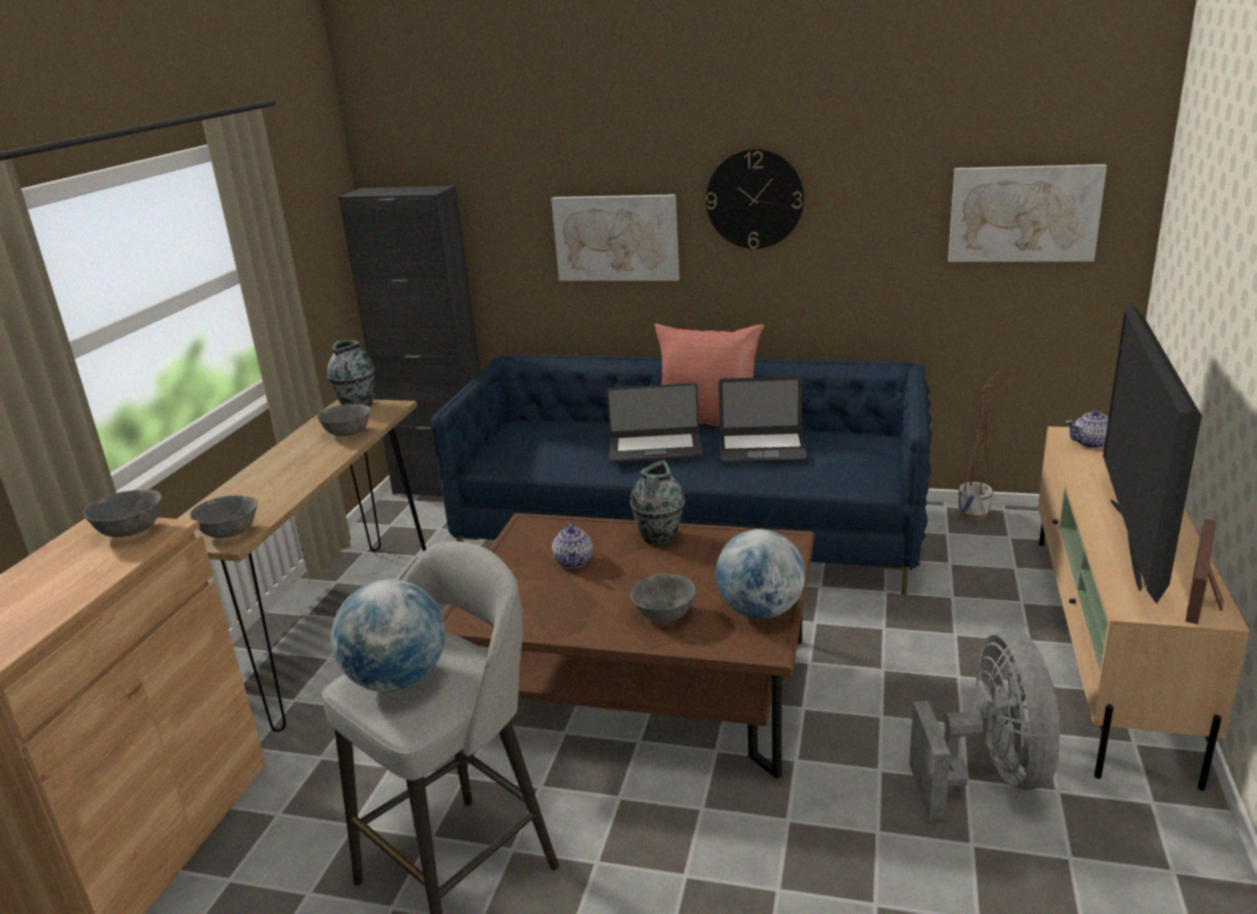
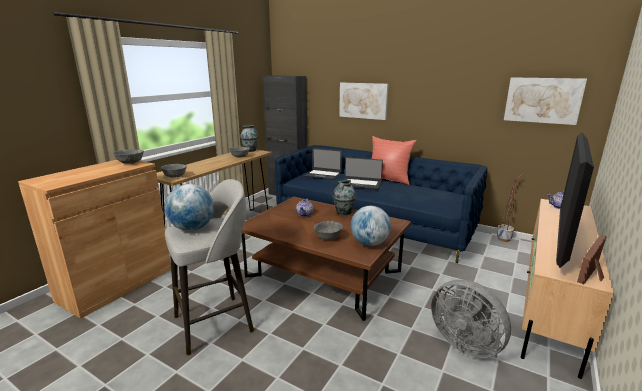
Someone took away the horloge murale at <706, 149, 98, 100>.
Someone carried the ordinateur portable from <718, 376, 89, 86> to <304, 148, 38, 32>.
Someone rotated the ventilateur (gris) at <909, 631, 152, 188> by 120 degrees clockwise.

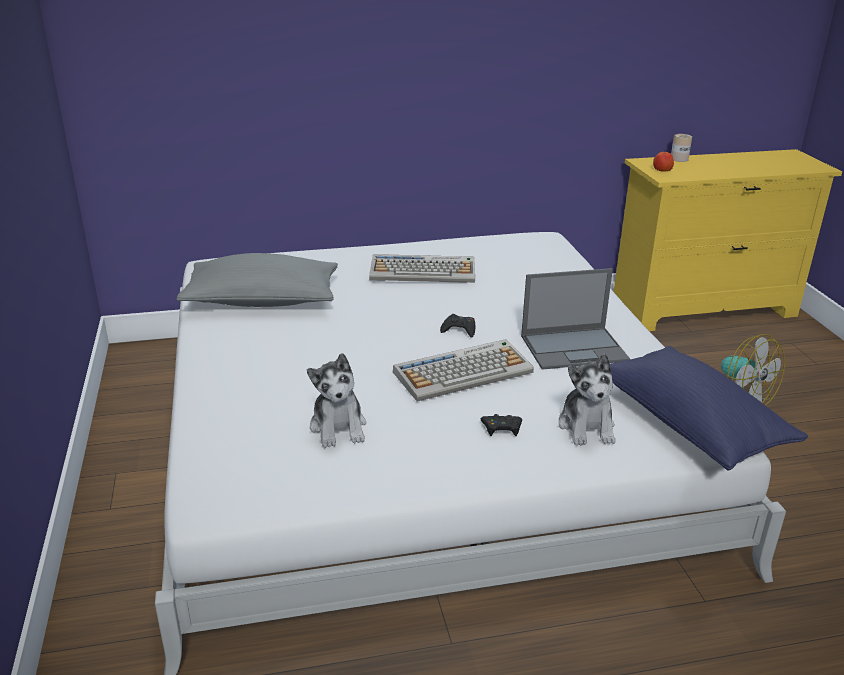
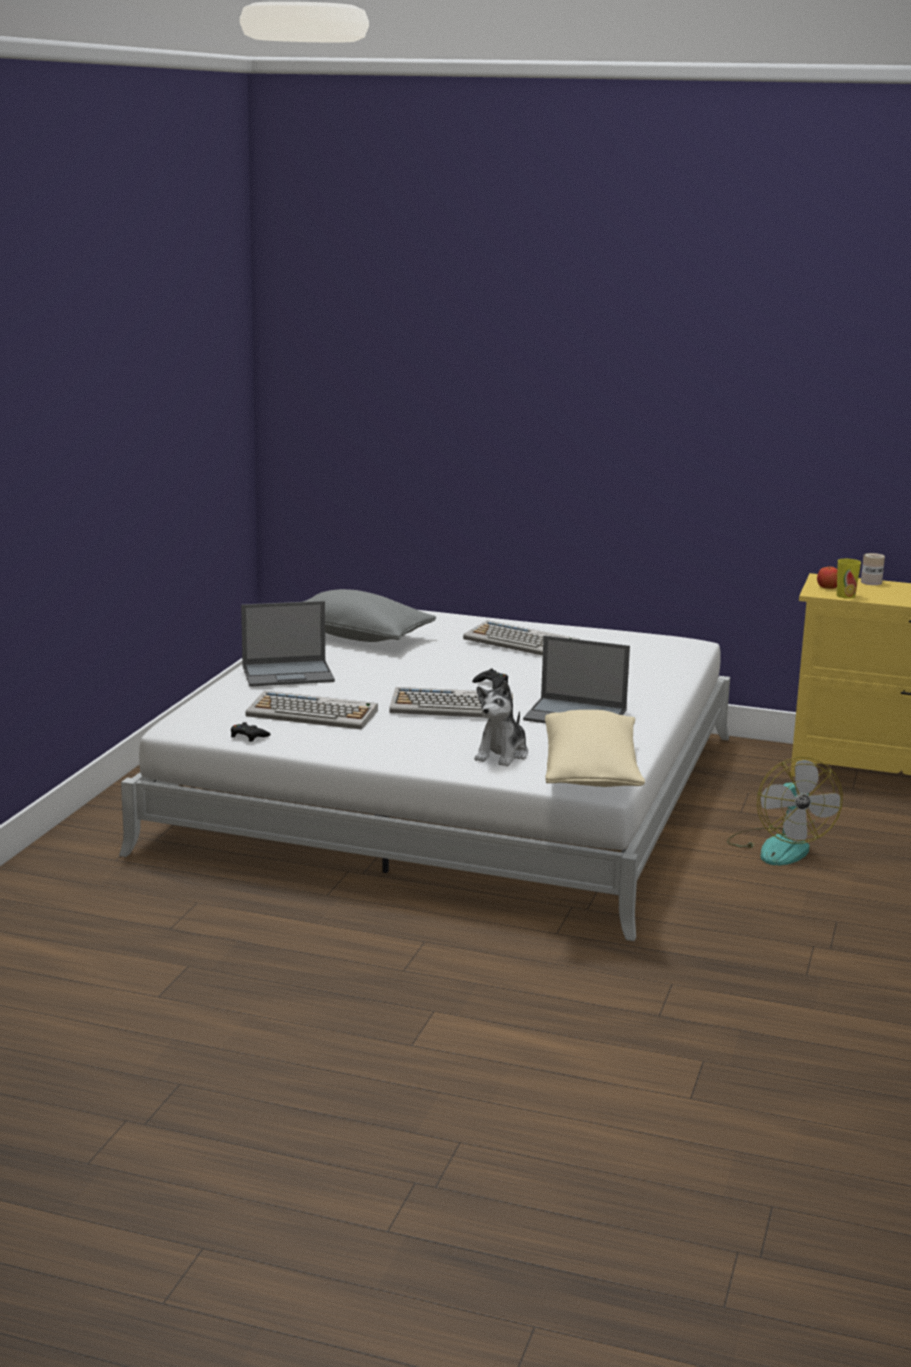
Someone put down the ordinateur portable at <241, 601, 94, 86>.
Someone put down the tasse at <837, 559, 24, 40>.
Someone carried the manette (noir) from <481, 414, 41, 22> to <231, 722, 40, 20>.
Someone swapped the peluche at <307, 353, 59, 95> for the clavier at <245, 691, 133, 39>.
Someone repainted the coussin (bleu) at <610, 346, 198, 125>, which became the coussin (beige) at <545, 710, 100, 77>.

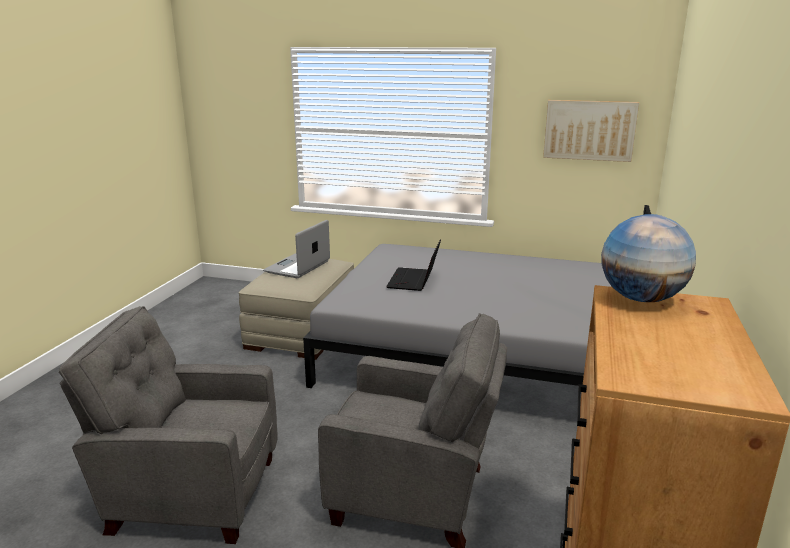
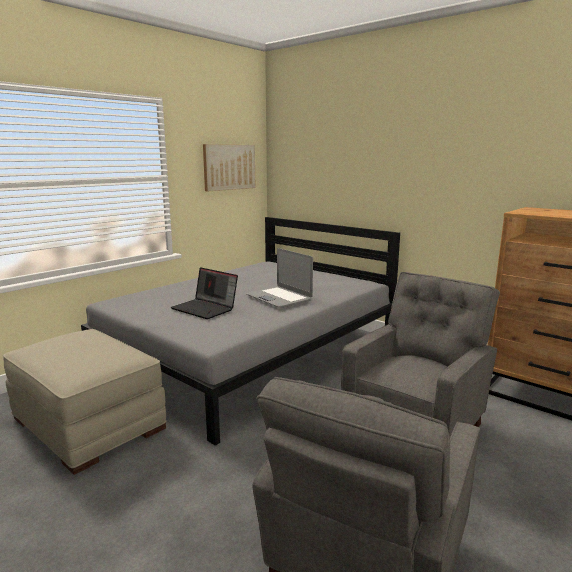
Someone took away the globe at <601, 214, 95, 88>.
Someone carried the ordinateur portable from <263, 220, 67, 58> to <246, 248, 67, 60>.

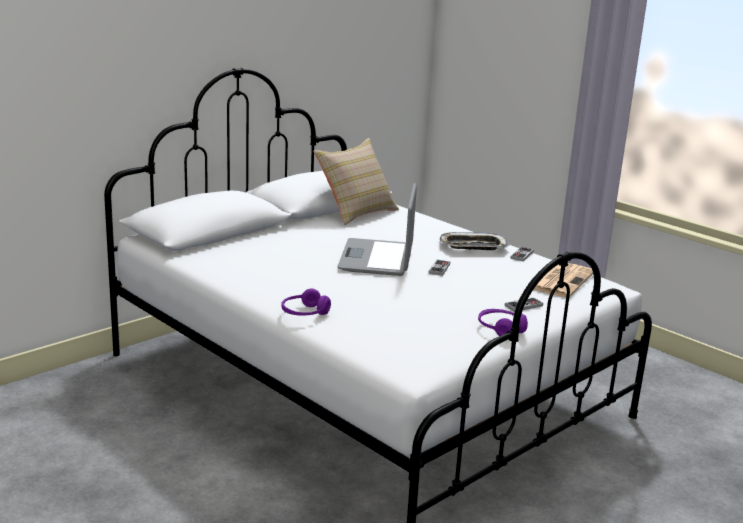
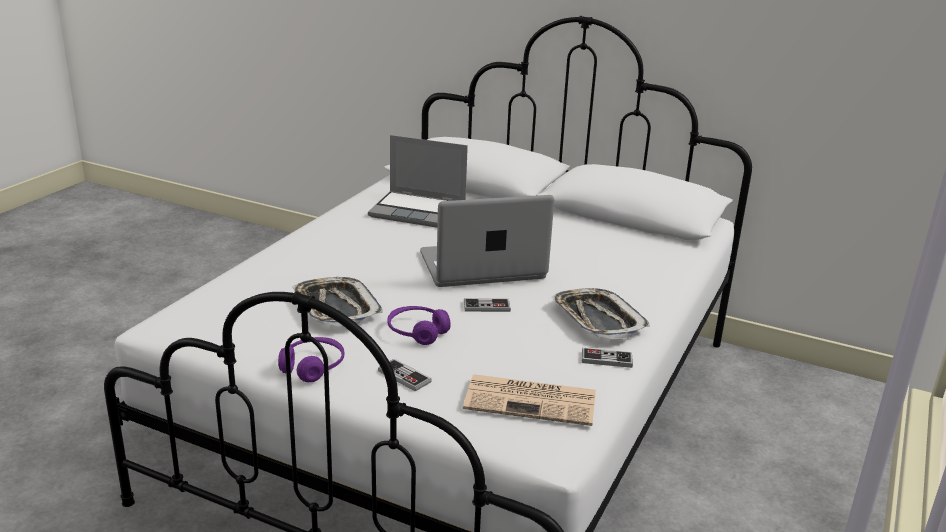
Someone took away the coussin (beige) at <313, 138, 86, 87>.
Someone put down the plateau at <292, 277, 91, 50>.
Someone put down the ordinateur portable at <368, 135, 100, 93>.
Someone carried the casque audio (violet) from <282, 288, 49, 28> to <388, 306, 63, 39>.

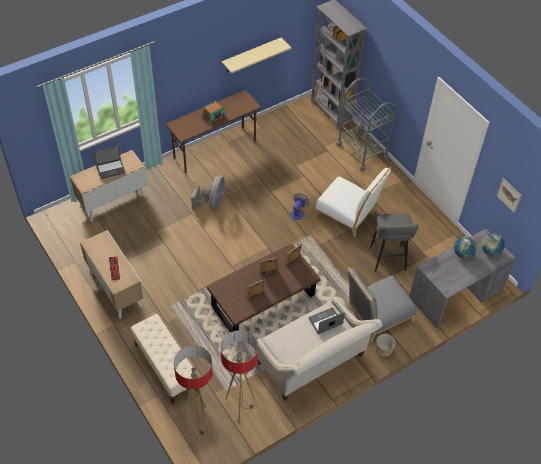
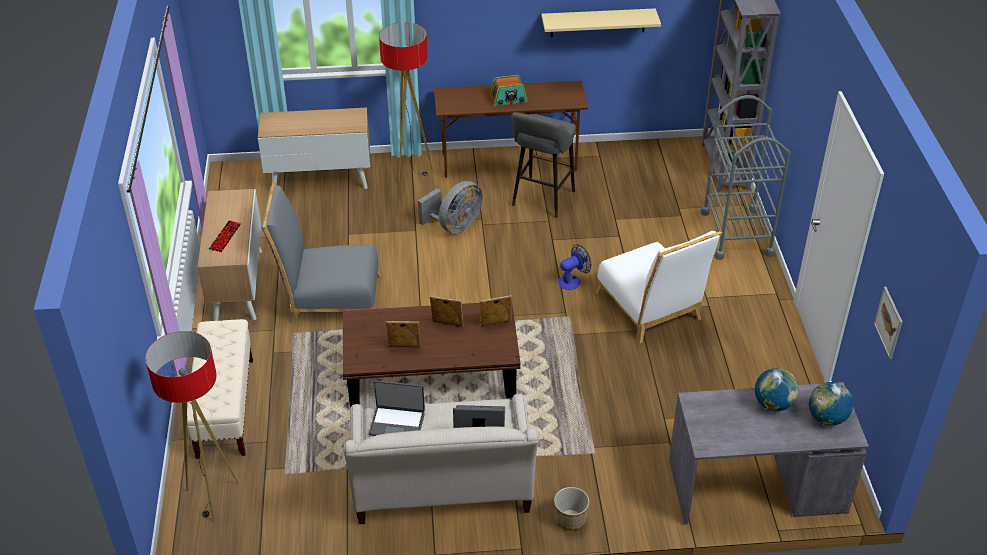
Someone carried the ordinateur portable from <94, 146, 31, 33> to <369, 380, 56, 56>.
Someone carried the lampadaire from <221, 330, 37, 93> to <379, 22, 54, 160>.
Someone carried the chaise (gris) from <347, 267, 69, 75> to <262, 182, 119, 142>.
Someone carried the tabouret (gris) from <370, 213, 48, 59> to <512, 112, 64, 106>.

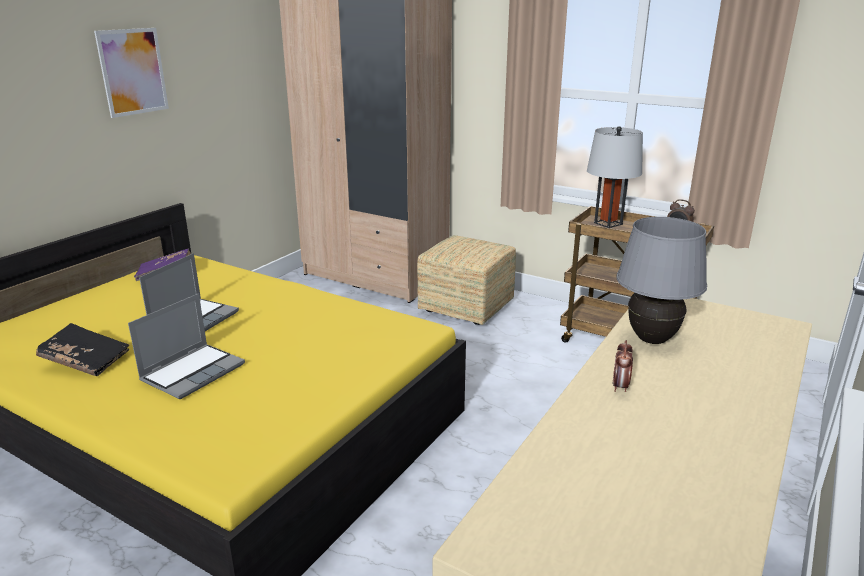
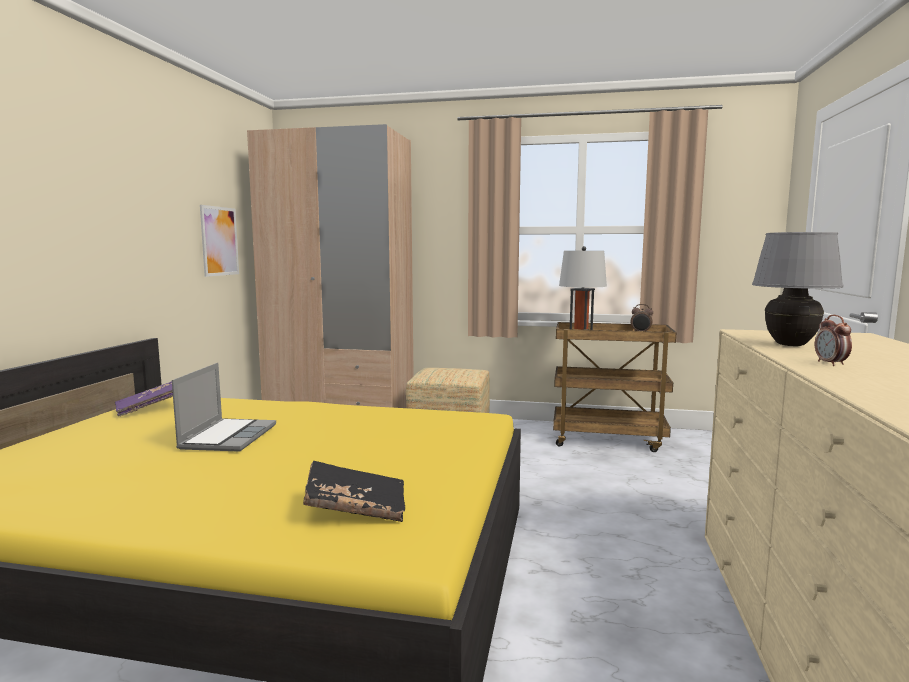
Someone took away the ordinateur portable at <128, 293, 117, 106>.
Someone carried the livre (noir) from <36, 323, 93, 54> to <303, 461, 102, 61>.
Someone carried the tableau from <94, 28, 75, 90> to <200, 205, 39, 72>.

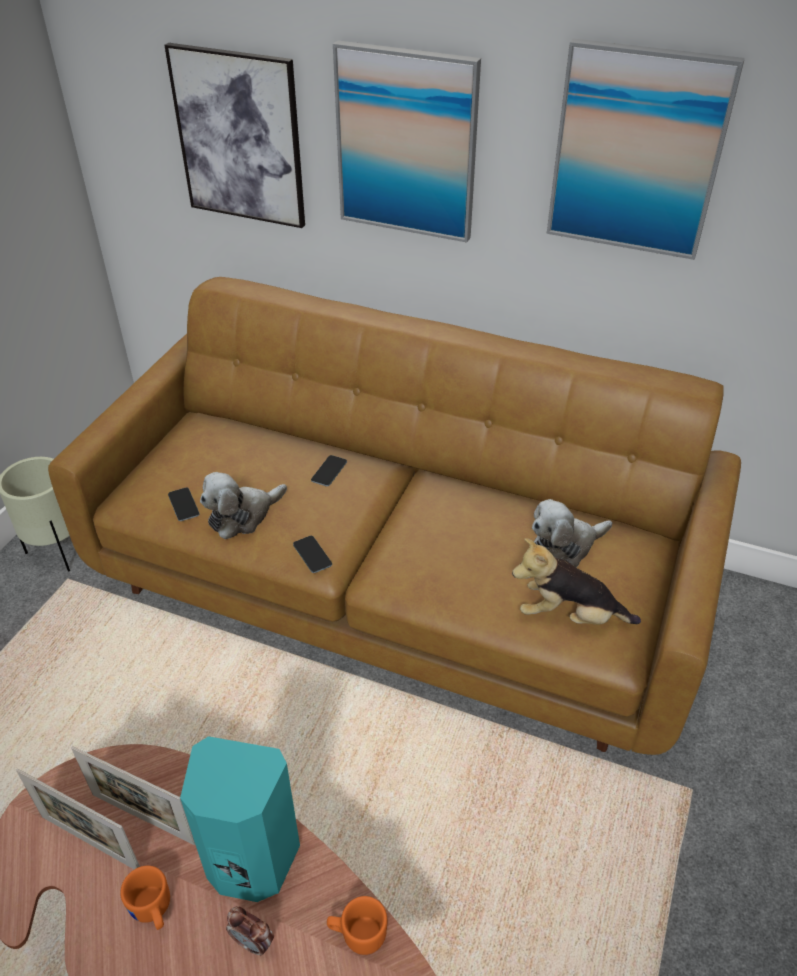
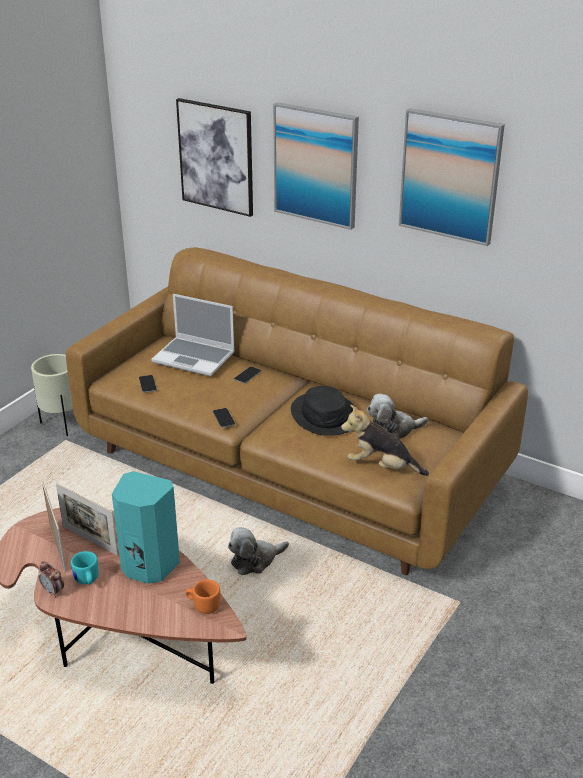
Someone put down the ordinateur portable at <151, 294, 84, 82>.
Someone put down the chapeau (noir) at <291, 386, 63, 50>.
Someone carried the peluche from <200, 472, 87, 67> to <228, 527, 61, 48>.
Someone carried the réveil from <226, 906, 48, 50> to <38, 561, 26, 37>.
Someone repainted the mug (orange) at <120, 866, 50, 64>, which became the mug (turquoise) at <71, 551, 28, 34>.
Someone rotated the cadre photo at <16, 769, 124, 100> by 150 degrees counterclockwise.

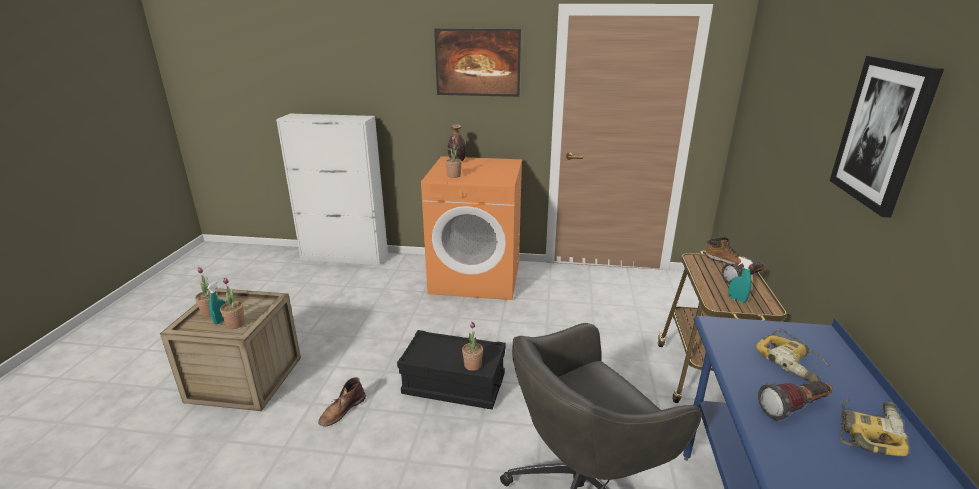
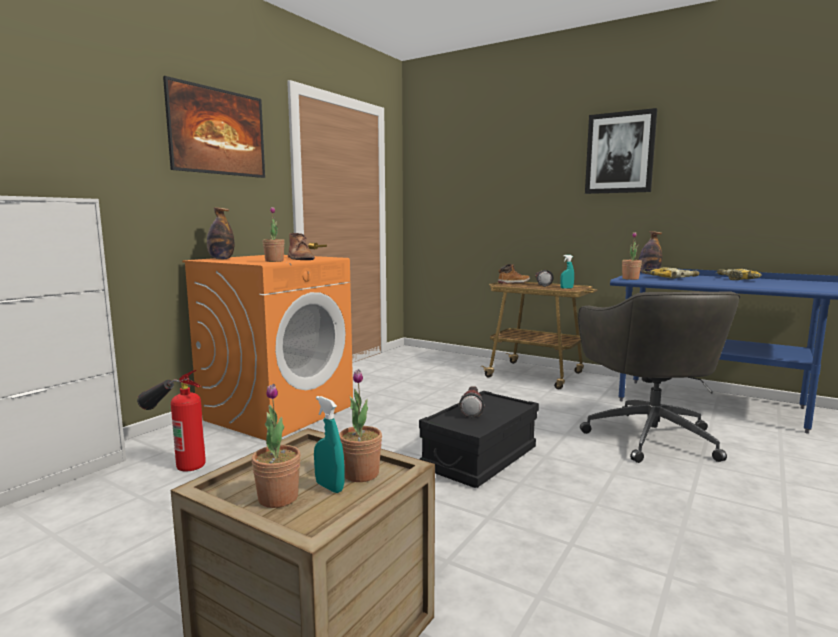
Someone put down the extincteur at <137, 370, 69, 101>.
Someone put down the bouteille at <639, 231, 23, 43>.
Someone carried the botte (marron) from <318, 377, 48, 49> to <288, 233, 27, 27>.
Someone carried the plante en pot from <462, 322, 21, 49> to <622, 232, 20, 48>.
Someone carried the lampe de poche from <758, 382, 75, 39> to <458, 386, 27, 32>.

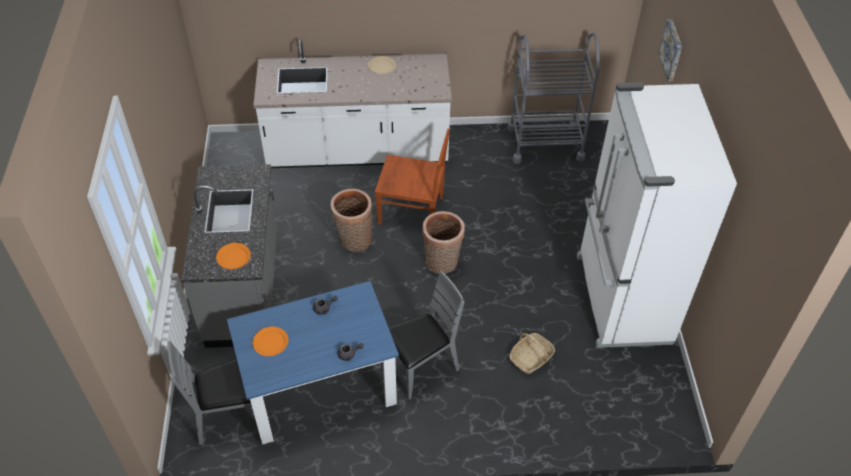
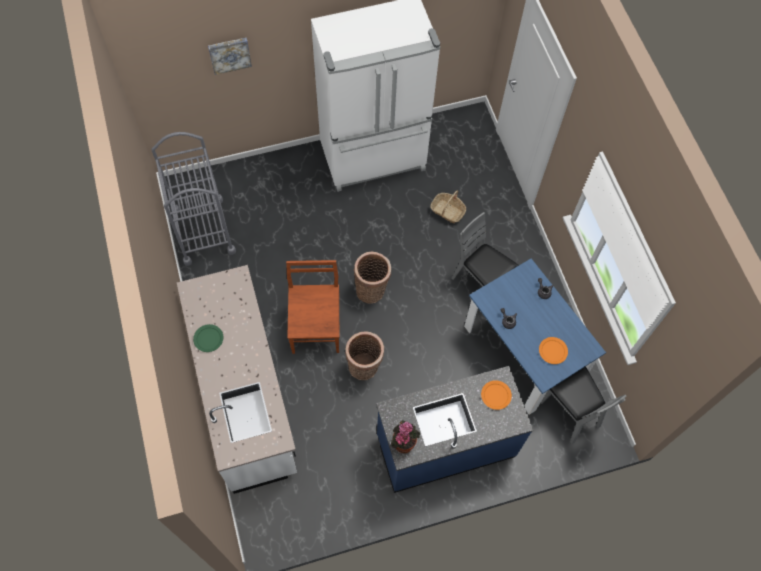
Someone put down the plante en pot at <391, 420, 29, 33>.
Someone repainted the comptoir de cuisine (gris) at <182, 164, 95, 184>, which became the comptoir de cuisine (bleu) at <376, 366, 157, 127>.
Someone repainted the assiette (beige) at <368, 56, 28, 18>, which became the assiette (vert) at <193, 324, 30, 28>.

